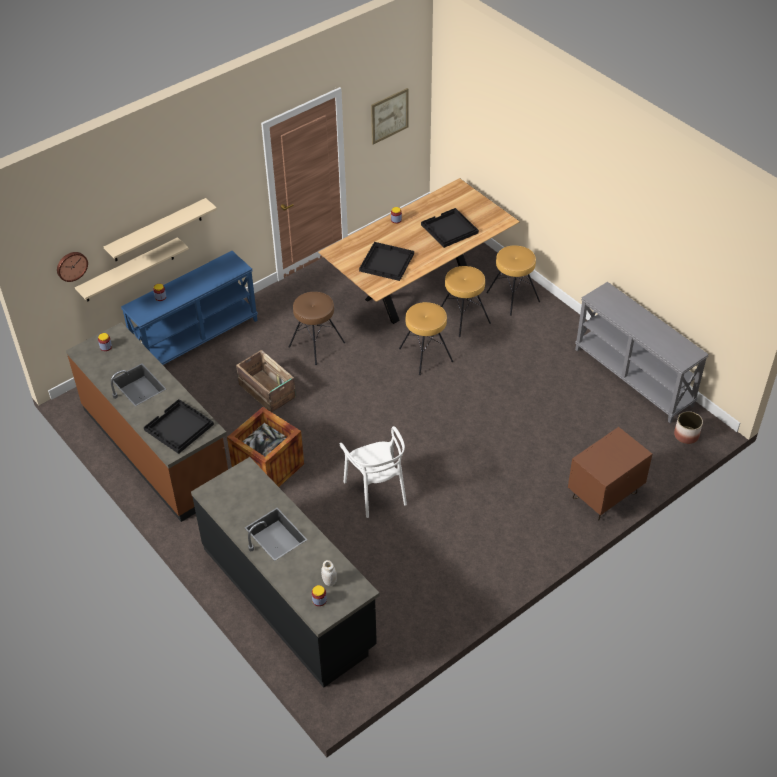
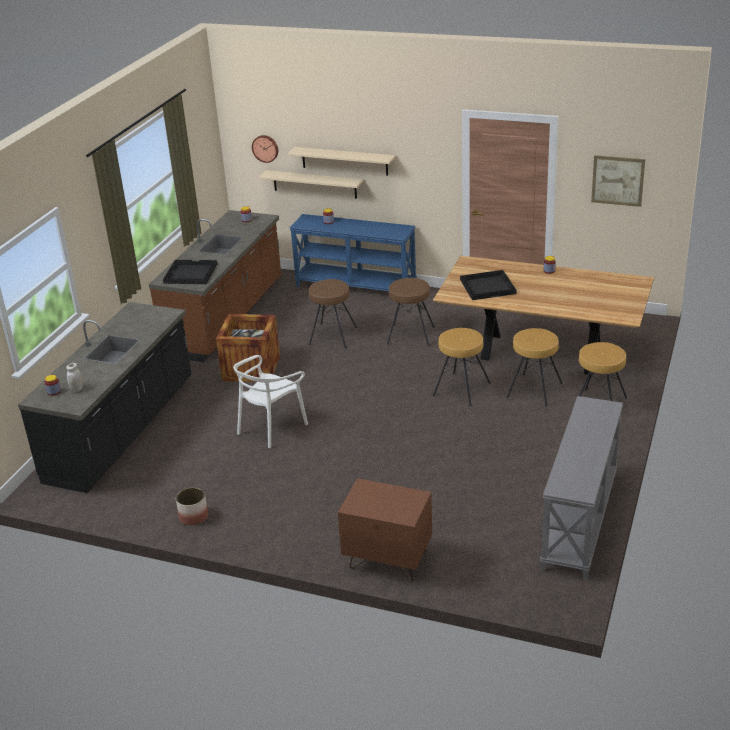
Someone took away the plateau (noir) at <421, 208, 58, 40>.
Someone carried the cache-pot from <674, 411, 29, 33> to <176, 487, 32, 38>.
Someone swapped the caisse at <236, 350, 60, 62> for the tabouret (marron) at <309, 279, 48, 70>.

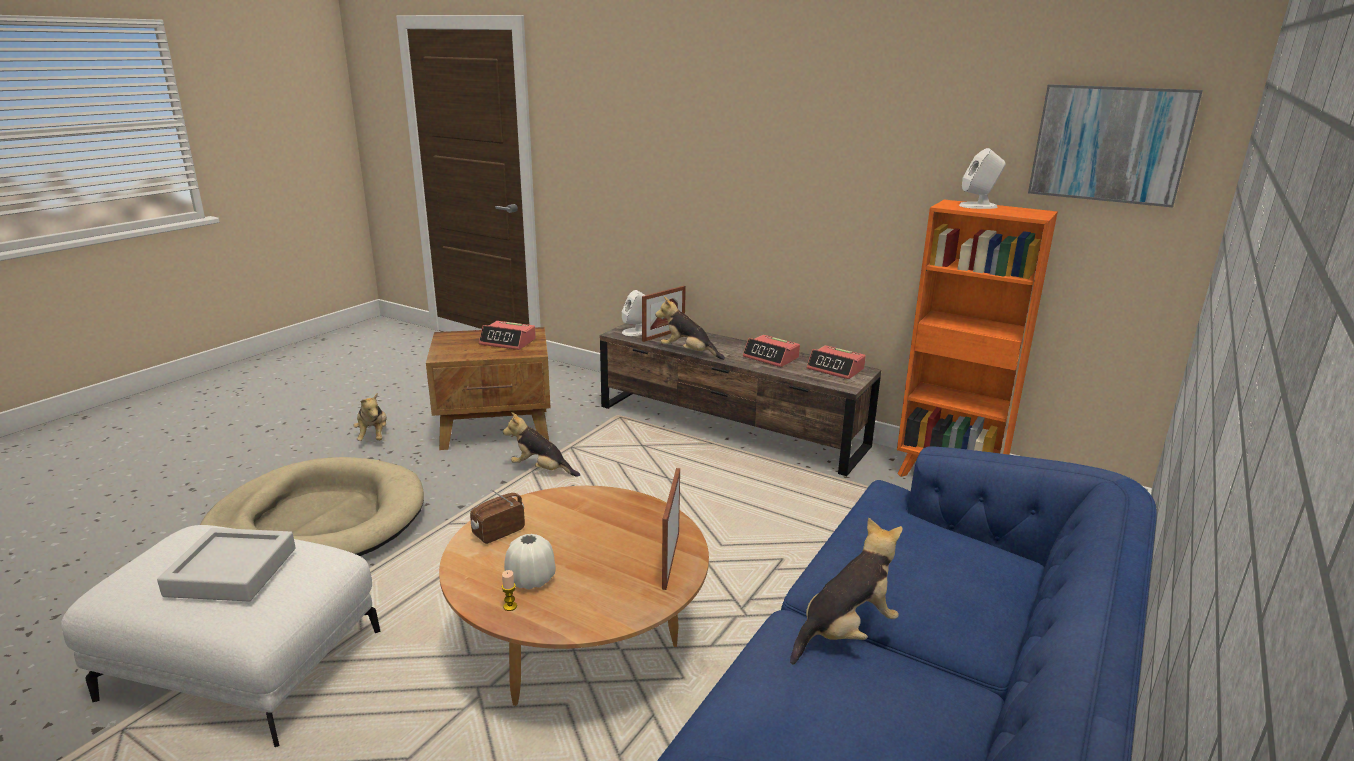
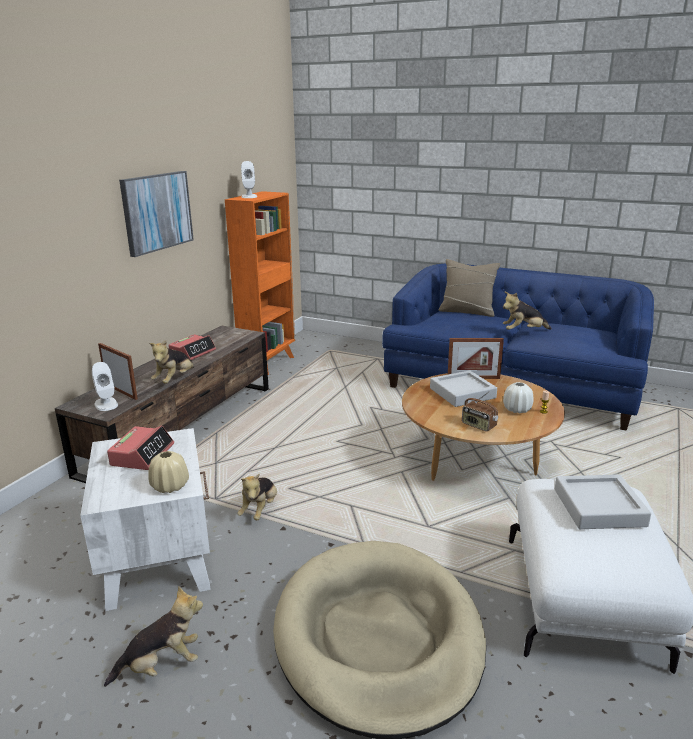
Someone took away the réveil at <807, 345, 59, 34>.
Someone put down the vase (beige) at <148, 451, 41, 42>.
Someone put down the plateau (gris) at <430, 370, 67, 37>.
Someone put down the coussin (beige) at <439, 259, 61, 58>.
Someone carried the tableau from <1028, 84, 175, 124> to <119, 171, 75, 86>.
Someone repainted the table d'appoint (marron) at <426, 327, 124, 123>, which became the table d'appoint (blanc) at <80, 428, 131, 183>.
Someone rotated the peluche at <790, 518, 113, 146> by 60 degrees counterclockwise.

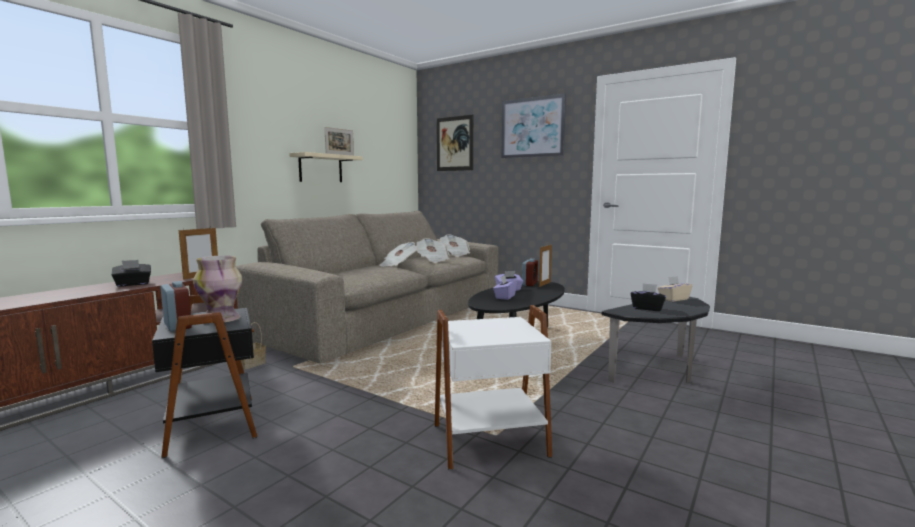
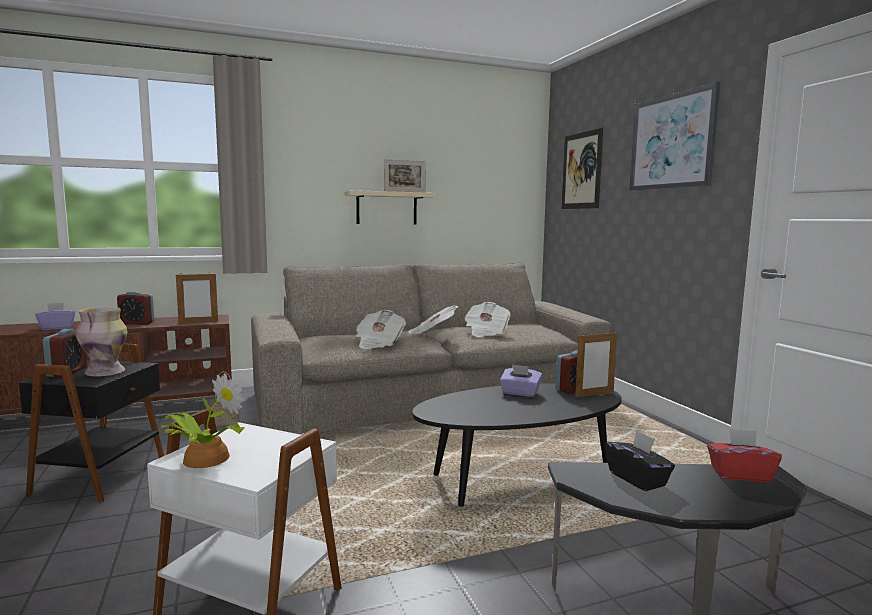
Someone put down the plante en pot at <161, 373, 83, 95>.
Someone carried the journal from <440, 235, 30, 22> to <356, 310, 50, 39>.
Someone carried the boîte à mouchoirs (violet) from <493, 275, 24, 25> to <35, 302, 40, 28>.
Someone swapped the boîte à mouchoirs (noir) at <112, 260, 39, 27> for the réveil at <117, 291, 37, 34>.
Someone repainted the boîte à mouchoirs (beige) at <657, 276, 35, 26>, which became the boîte à mouchoirs (rouge) at <707, 428, 75, 54>.

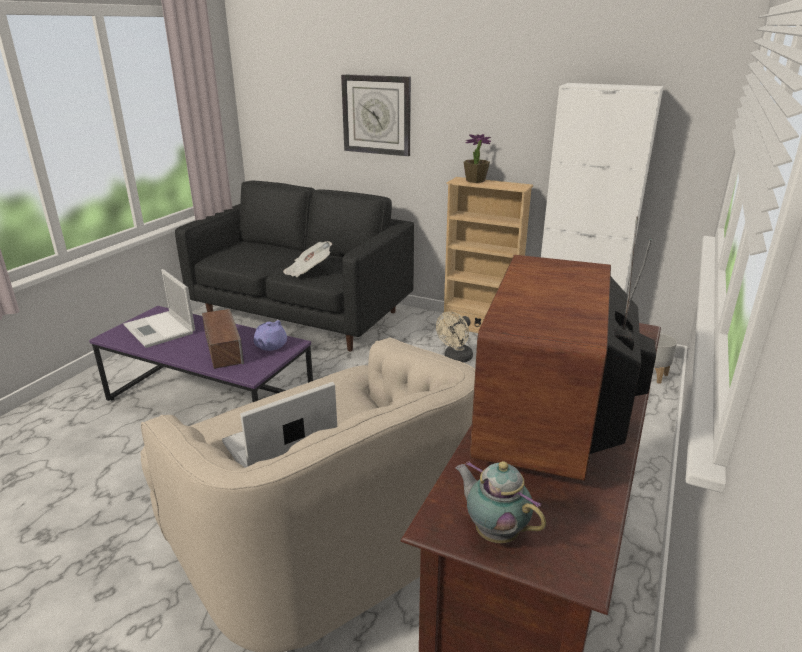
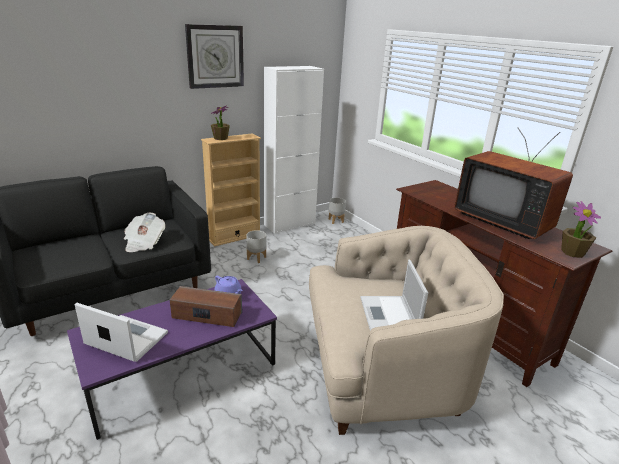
Someone carried the horloge murale from <341, 74, 70, 82> to <185, 24, 59, 65>.
Someone swapped the ventilateur (beige) at <436, 311, 37, 51> for the cache-pot (gris) at <246, 230, 20, 33>.
Someone swapped the théière at <456, 461, 90, 82> for the plante en pot at <561, 201, 40, 57>.
Someone rotated the ordinateur portable at <124, 269, 71, 79> by 150 degrees counterclockwise.

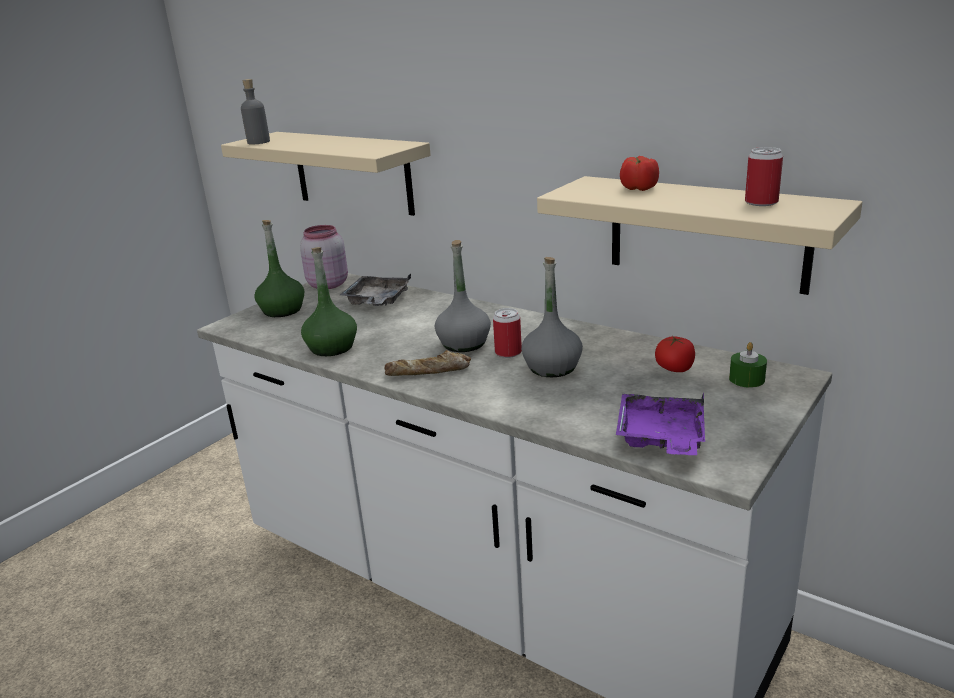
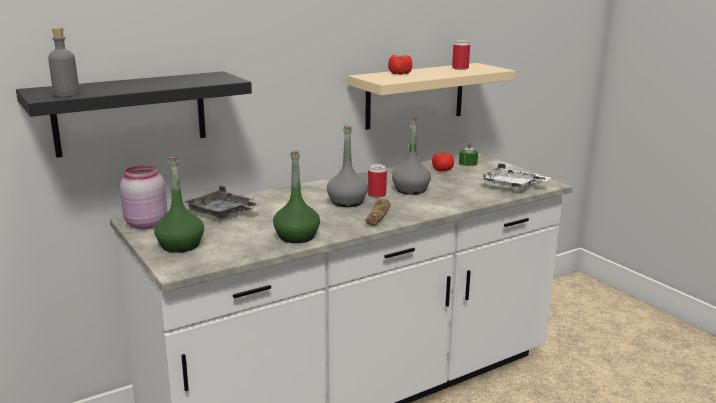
Someone repainted the étagère (beige) at <221, 132, 210, 84>, which became the étagère (noir) at <16, 71, 236, 87>.
Someone repainted the plateau (violet) at <616, 393, 89, 62>, which became the plateau (blanc) at <480, 163, 70, 28>.

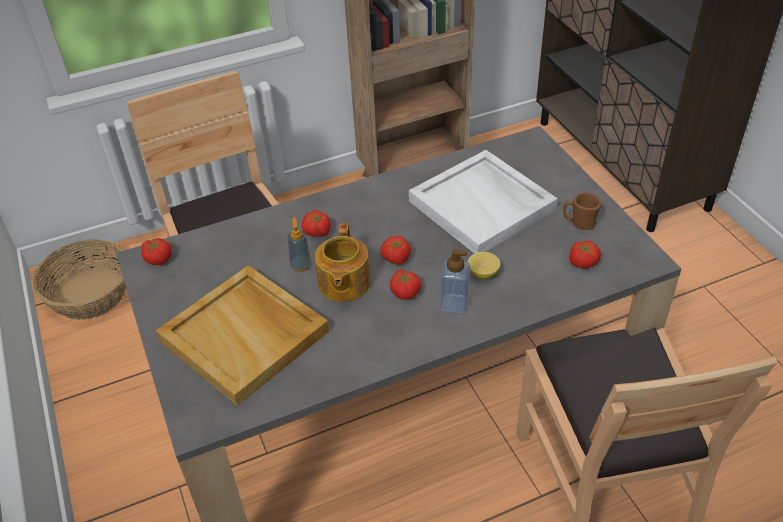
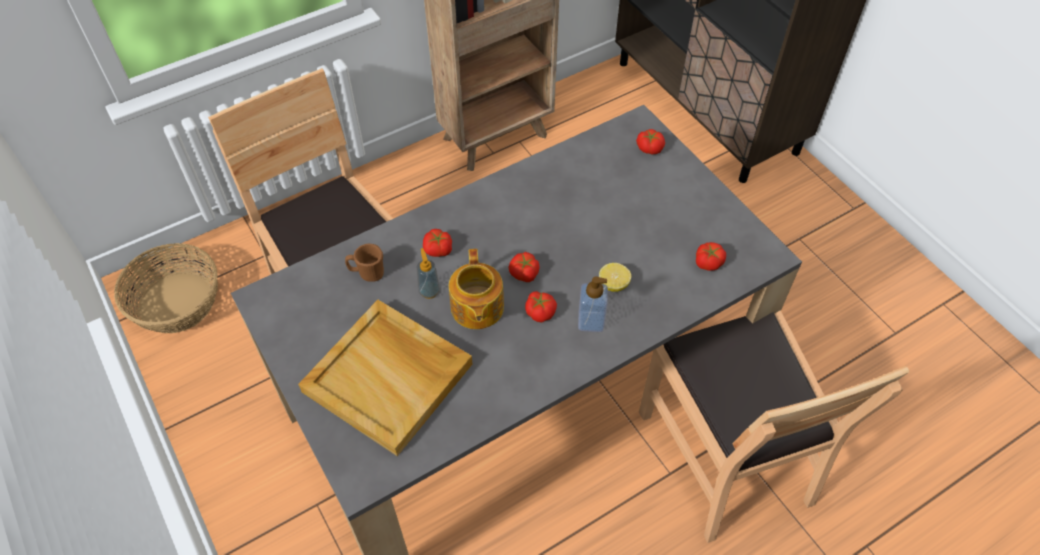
Someone took away the plateau (blanc) at <409, 150, 149, 104>.
Someone carried the tomate from <141, 238, 31, 27> to <636, 129, 29, 25>.
Someone carried the mug (marron) from <563, 192, 39, 38> to <345, 244, 39, 38>.

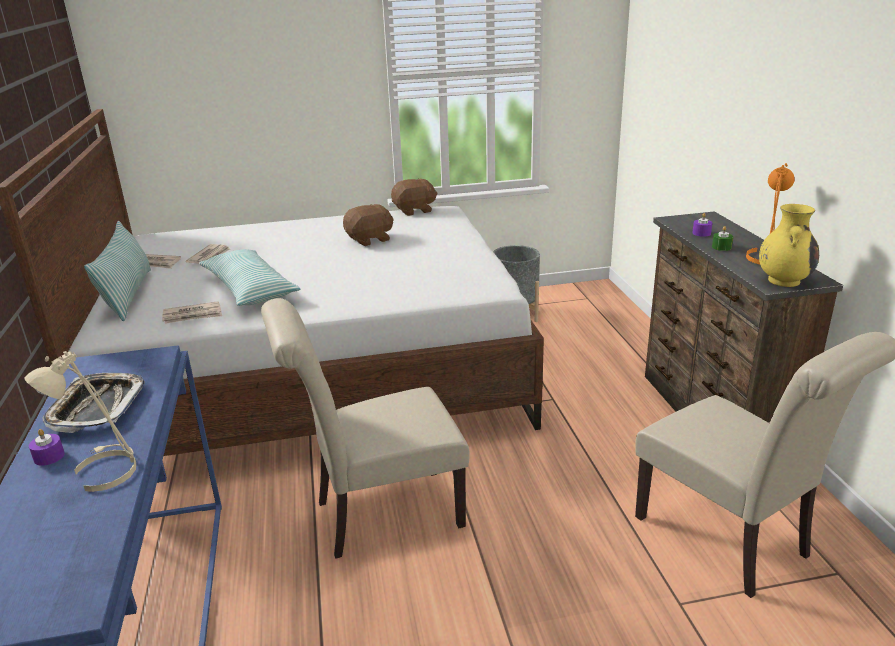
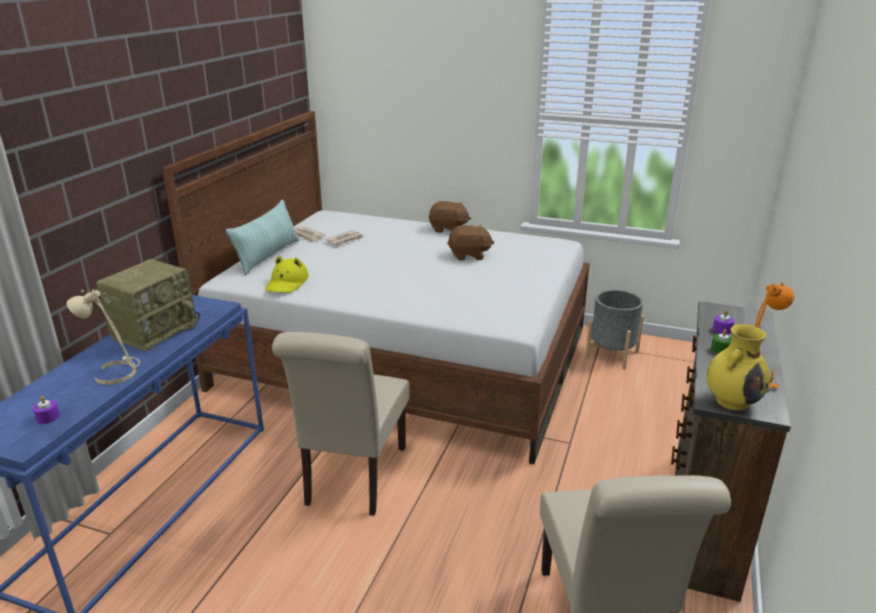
Someone took away the coussin at <199, 249, 101, 57>.
Someone carried the bougie (violet) from <29, 429, 36, 37> to <33, 396, 27, 28>.
Someone carried the peluche (marron) from <391, 178, 47, 38> to <429, 201, 42, 32>.
Someone swapped the plateau at <42, 373, 103, 60> for the radio at <96, 259, 104, 92>.
Someone swapped the journal at <162, 301, 60, 23> for the chapeau (jaune) at <265, 256, 44, 37>.
Someone rotated the chaise (beige) at <261, 298, 209, 261> by 90 degrees counterclockwise.

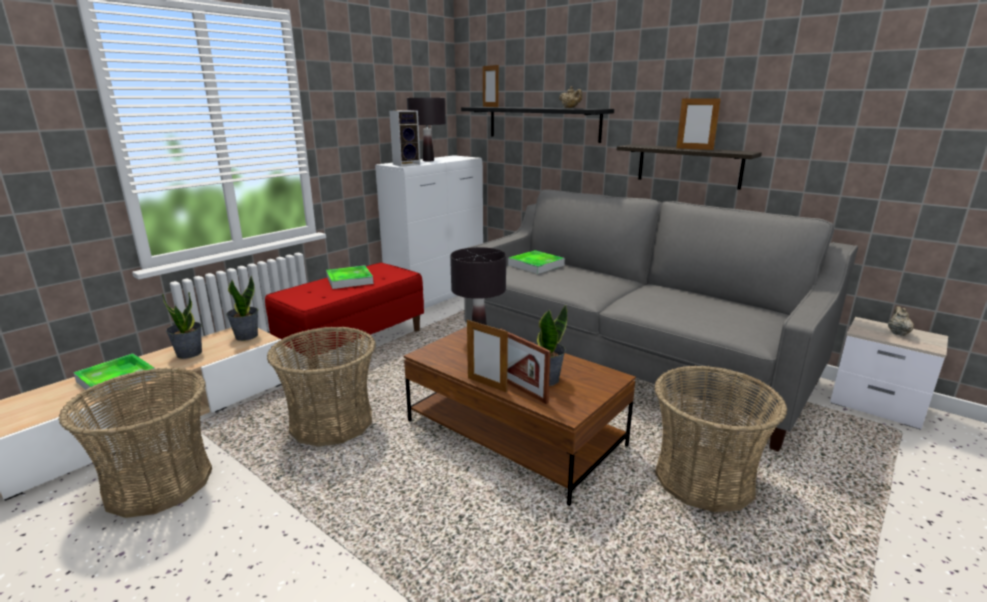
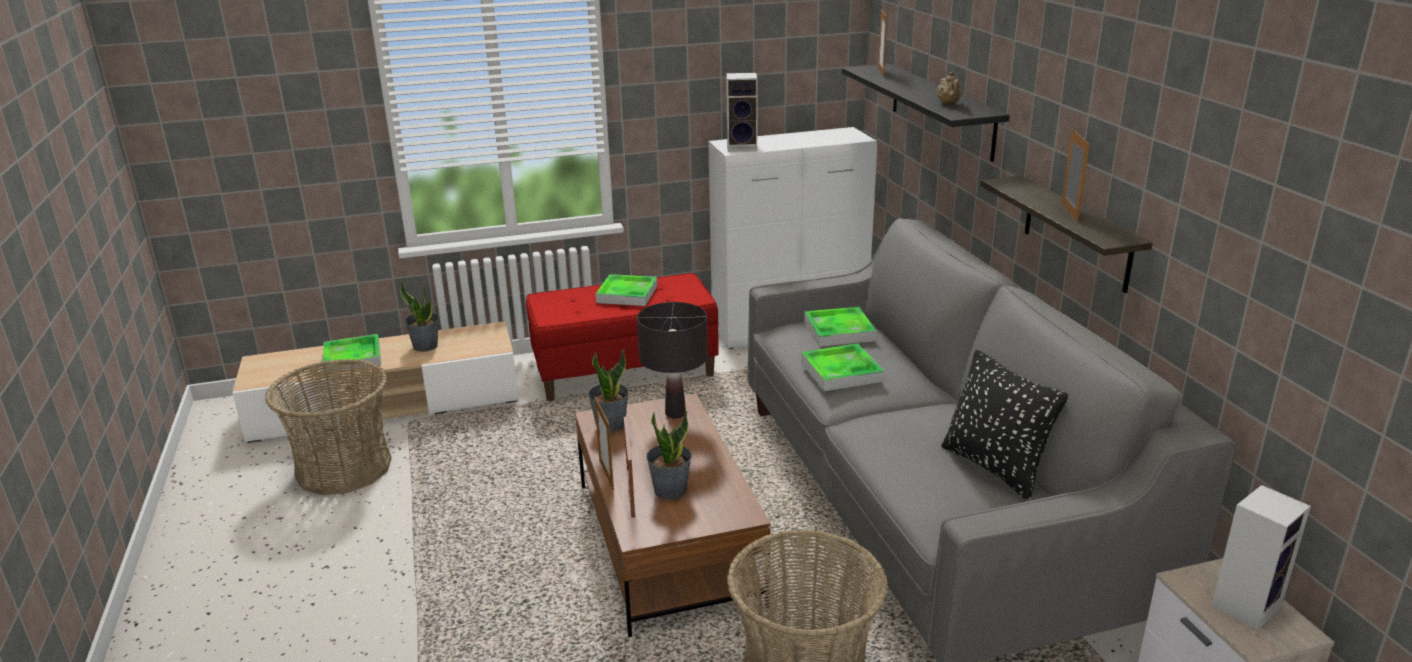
Someone took away the panier at <267, 327, 109, 119>.
Someone took away the lampe de table (noir) at <407, 98, 39, 63>.
Someone put down the plateau at <801, 344, 83, 47>.
Someone put down the coussin (noir) at <941, 350, 127, 150>.
Someone carried the plante en pot from <226, 276, 32, 65> to <588, 350, 41, 82>.
Someone swapped the théière (beige) at <888, 306, 26, 30> for the enceinte at <1212, 485, 99, 145>.
Someone rotated the cadre photo at <676, 98, 45, 52> by 150 degrees counterclockwise.

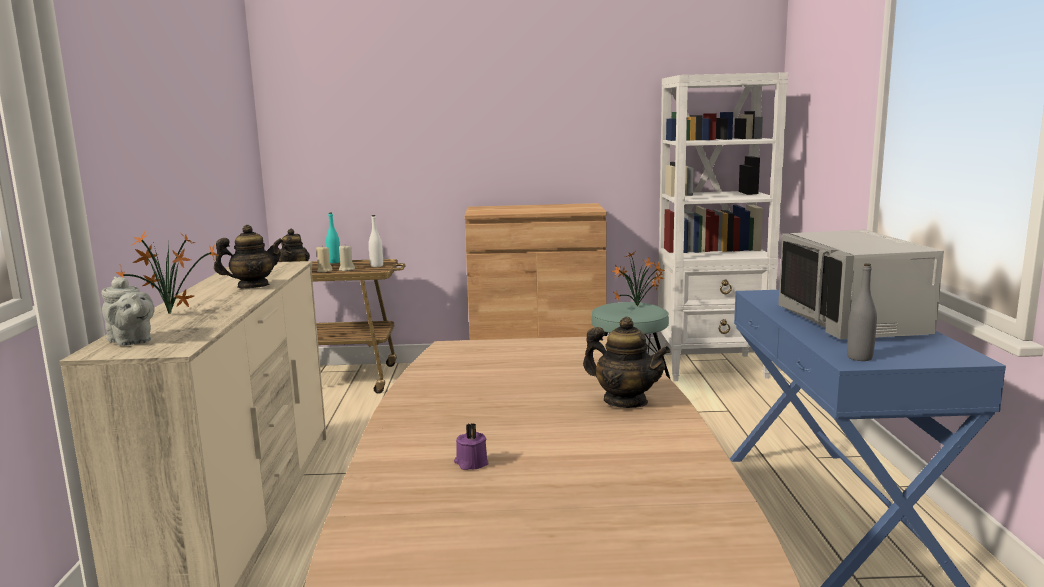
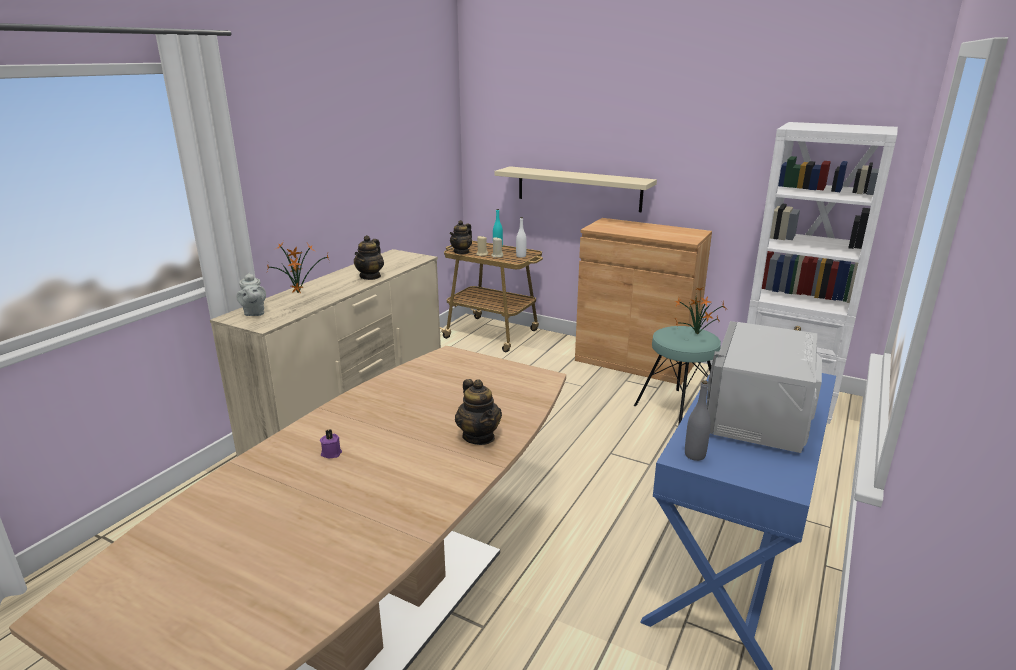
Someone put up the étagère (beige) at <494, 166, 163, 46>.
Someone rotated the théière at <214, 225, 70, 63> by 105 degrees clockwise.

